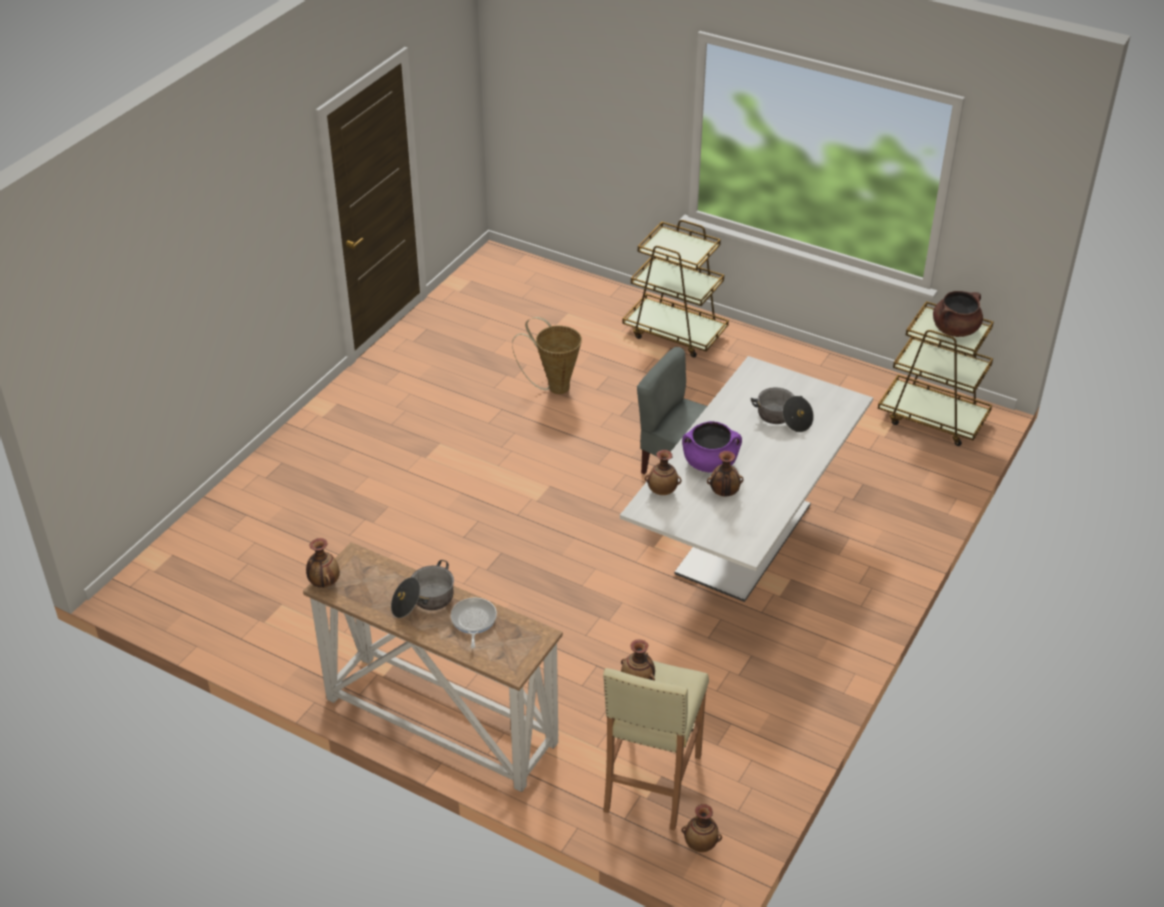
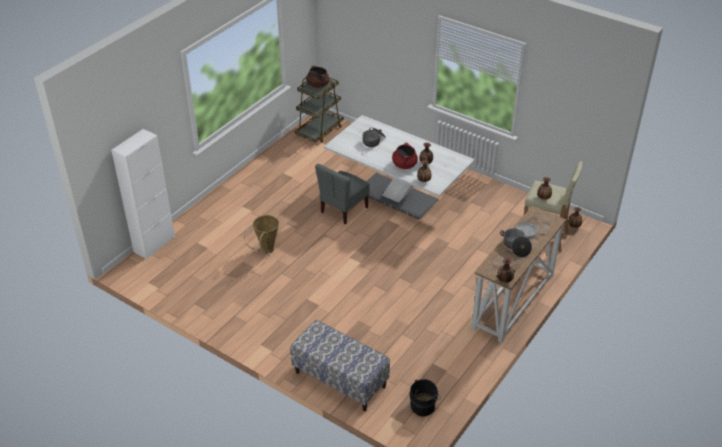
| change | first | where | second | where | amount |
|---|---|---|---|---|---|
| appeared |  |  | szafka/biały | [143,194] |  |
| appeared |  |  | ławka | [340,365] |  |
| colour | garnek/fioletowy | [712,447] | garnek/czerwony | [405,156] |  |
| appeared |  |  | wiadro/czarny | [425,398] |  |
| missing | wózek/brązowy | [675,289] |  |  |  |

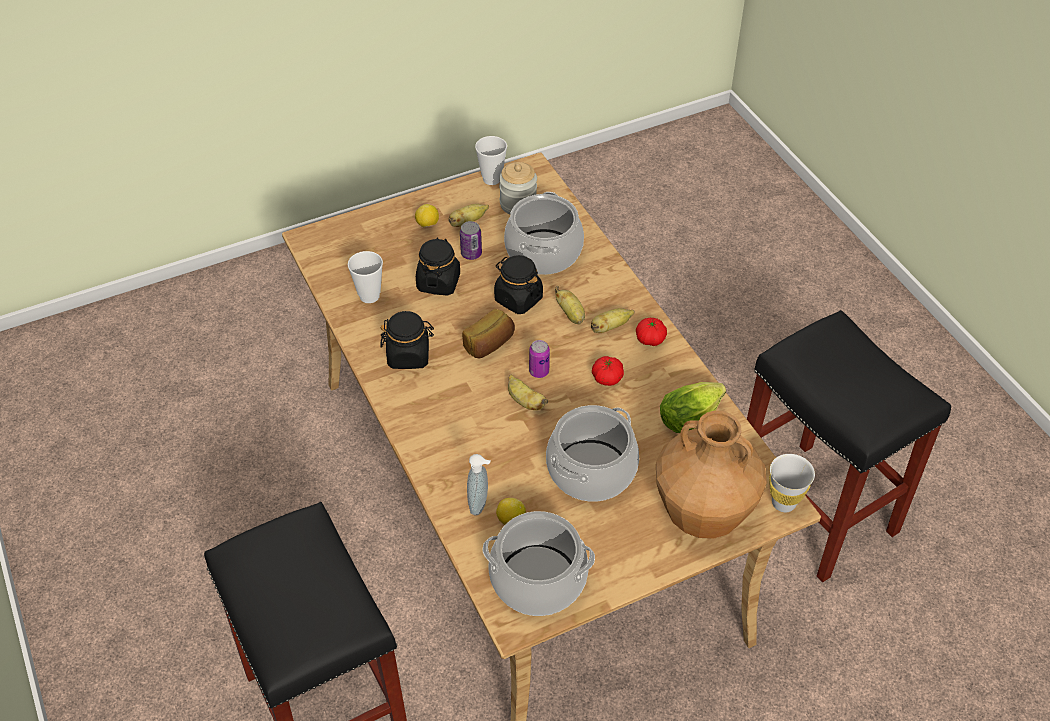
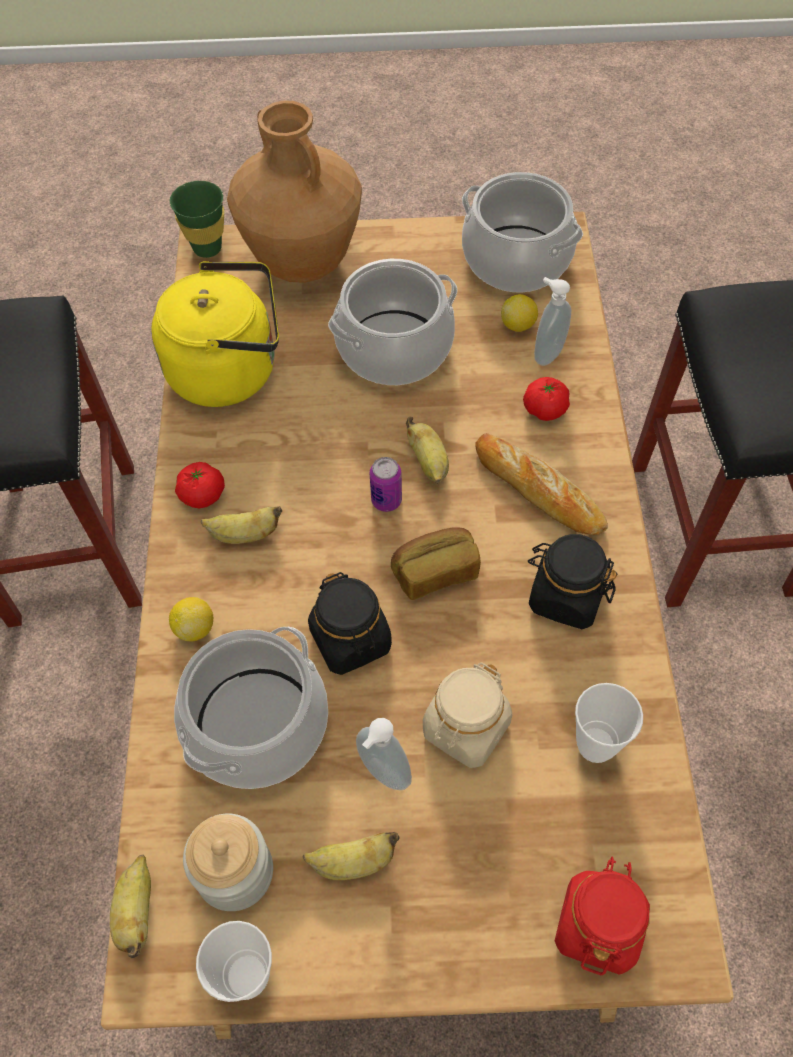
| change | first | where | second | where | amount |
|---|---|---|---|---|---|
| relocated | banan | [570,305] |  | [130,906] |  |
| exchanged | sałata | [693,407] | czajnik/żółty | [215,334] |  |
| relocated | cytryna | [427,215] |  | [191,619] |  |
| colour | filiżanka/biały | [792,483] | filiżanka/zielony | [197,219] |  |
| exchanged | puszka | [471,240] | dozownik mydła | [384,754] |  |
| colour | słoik/czarny | [438,267] | słoik/beżowy | [467,715] |  |
| appeared |  |  | chleb | [541,484] |  |
| relocated | pomidor | [608,371] |  | [546,399] |  |
| appeared |  |  | słoik/czerwony | [602,915] |  |

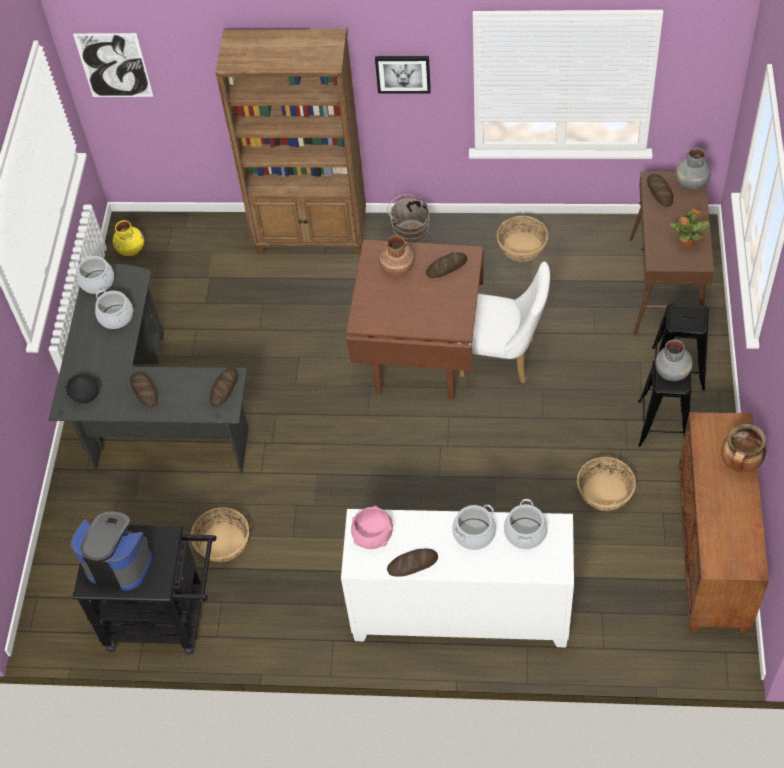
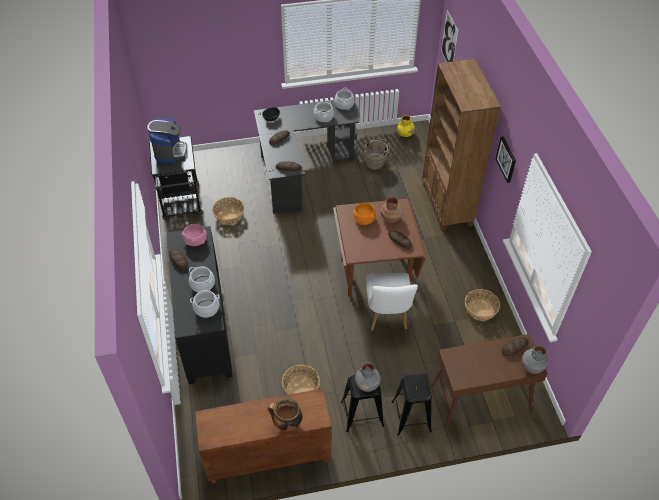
| change | first | where | second | where | amount |
|---|---|---|---|---|---|
| colour | szafka/biały | [457,578] | szafka/czarny | [199,305] |  |
| appeared |  |  | miska/pomarańczowy | [365,214] |  |
| relocated | wiadro/brązowy | [408,218] |  | [377,154] |  |
| missing | roślina doniczkowa | [689,227] |  |  |  |

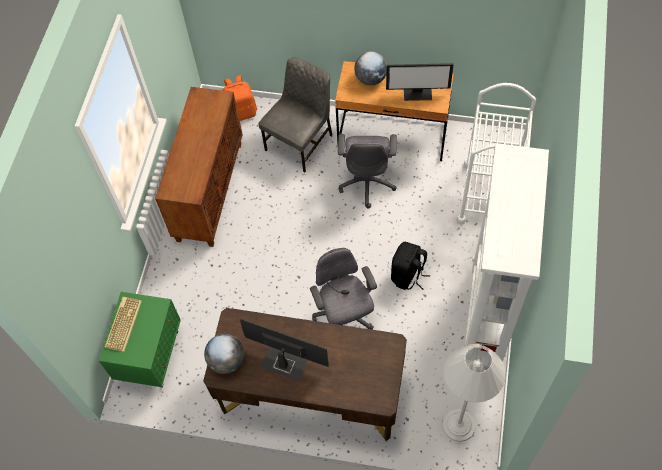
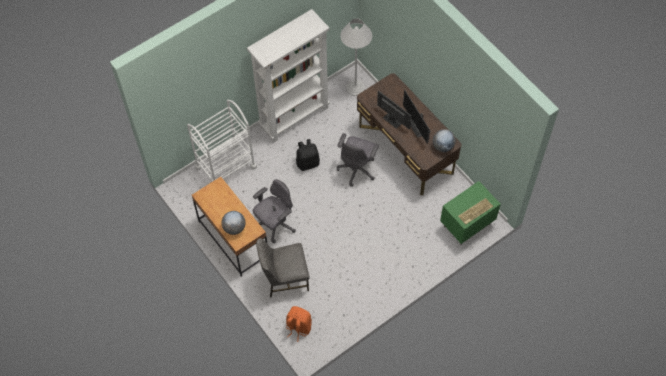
| change | first | where | second | where | amount |
|---|---|---|---|---|---|
| relocated | monitor | [420,82] |  | [394,110] |  |
| missing | szafka/brązowy | [199,167] |  |  |  |

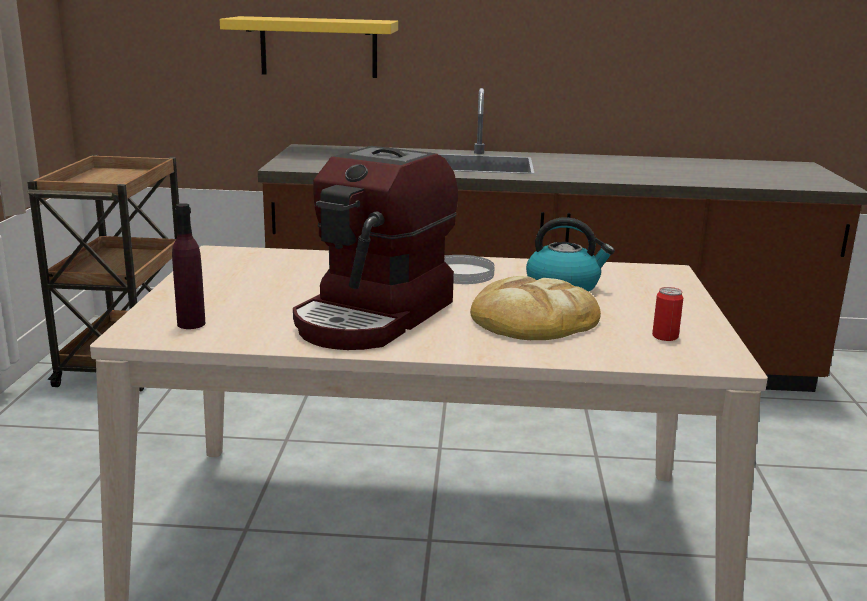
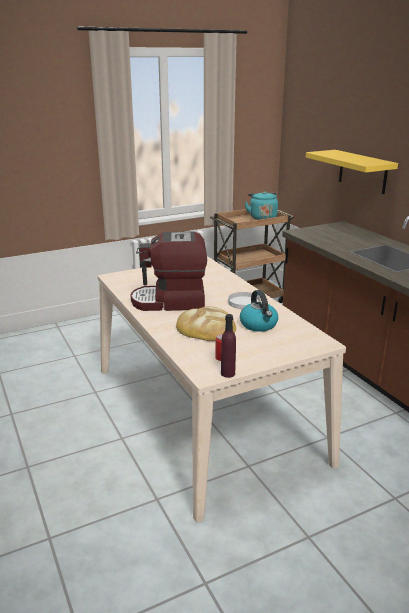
| change | first | where | second | where | amount |
|---|---|---|---|---|---|
| relocated | butelka/fioletowy | [188,266] |  | [228,346] |  |
| appeared |  |  | czajnik/turkusowy | [261,205] |  |

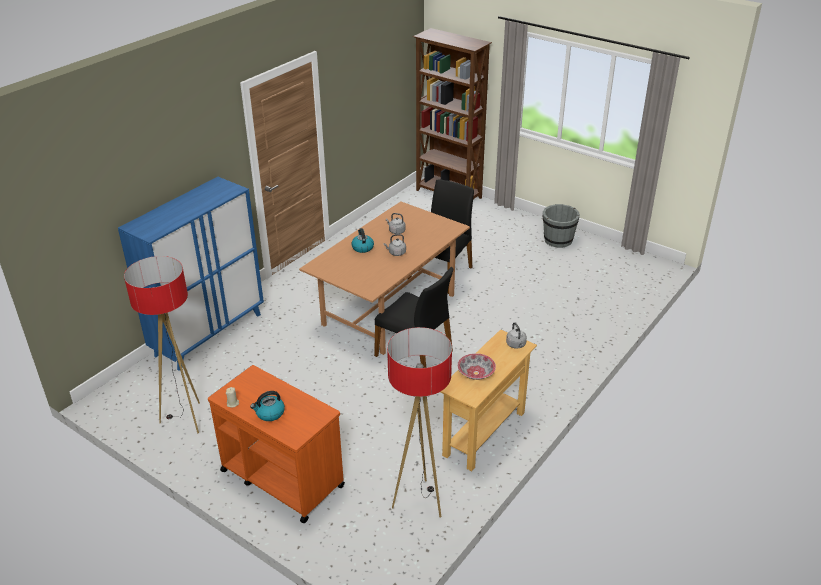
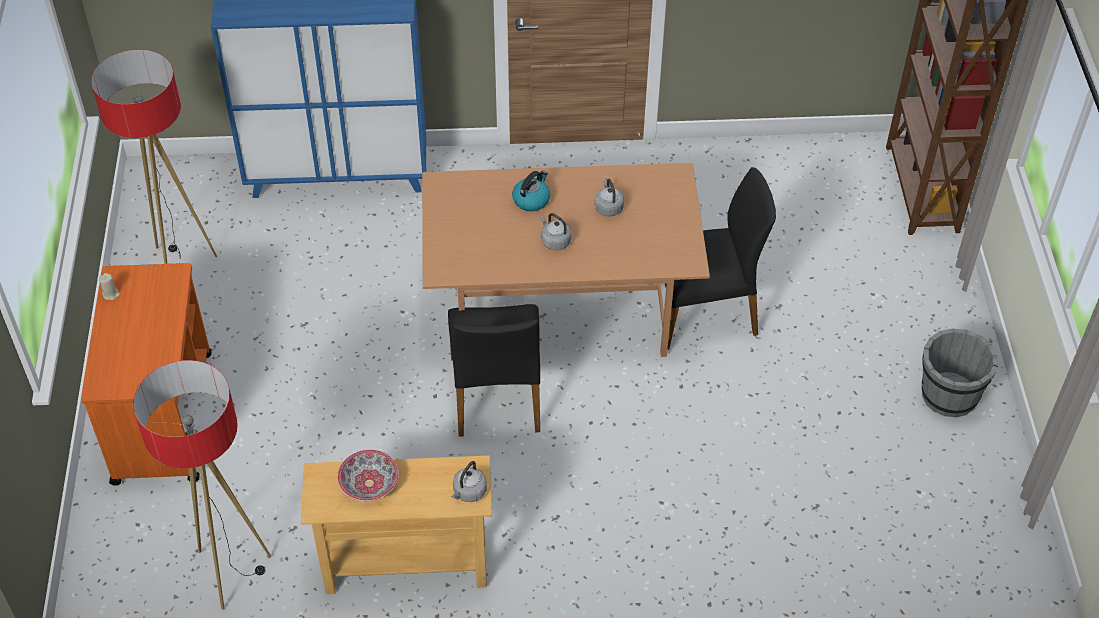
| change | first | where | second | where | amount |
|---|---|---|---|---|---|
| missing | czajnik | [267,406] |  |  |  |

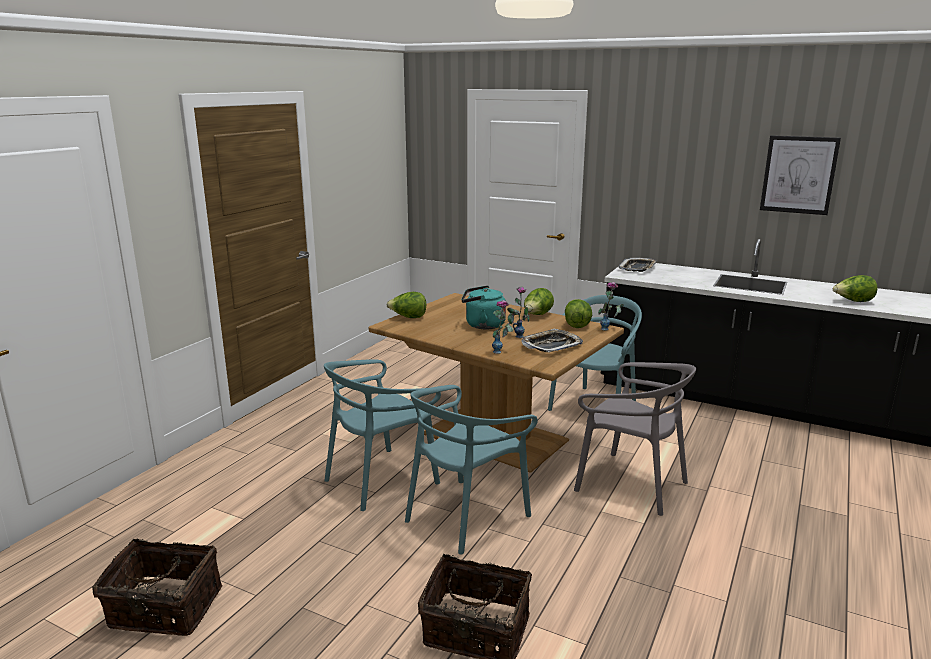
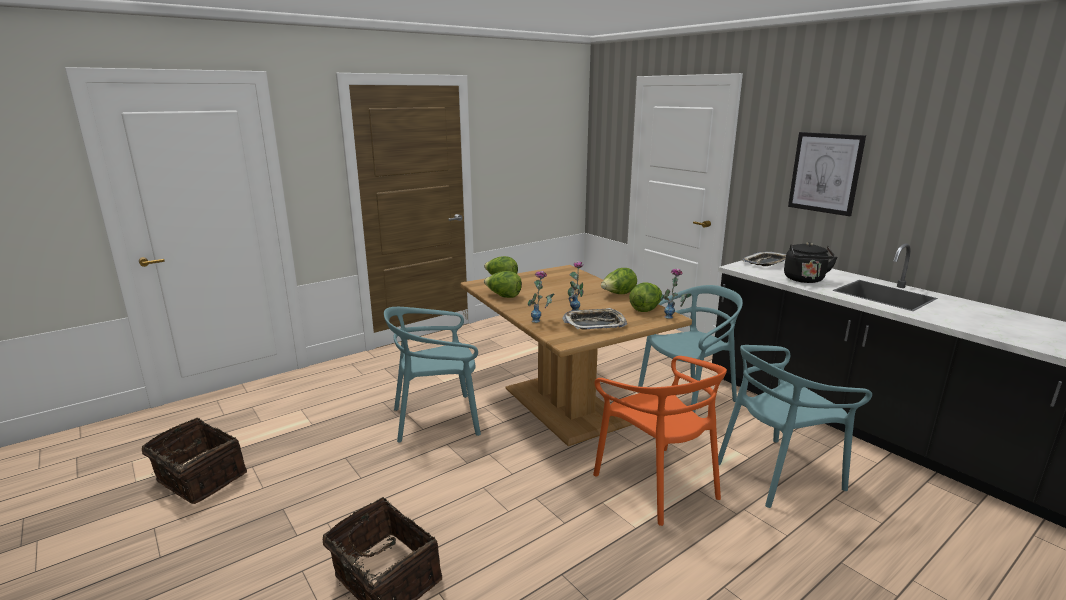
| change | first | where | second | where | amount |
|---|---|---|---|---|---|
| relocated | sałata | [855,288] |  | [503,284] |  |
| colour | krzesło/szary | [635,439] | krzesło/pomarańczowy | [660,441] |  |
| relocated | krzesło/turkusowy | [471,469] |  | [795,426] |  |
| appeared |  |  | czajnik/czarny | [811,262] |  |
| relocated | obraz | [800,175] |  | [827,174] |  |
| missing | czajnik/turkusowy | [483,307] |  |  |  |

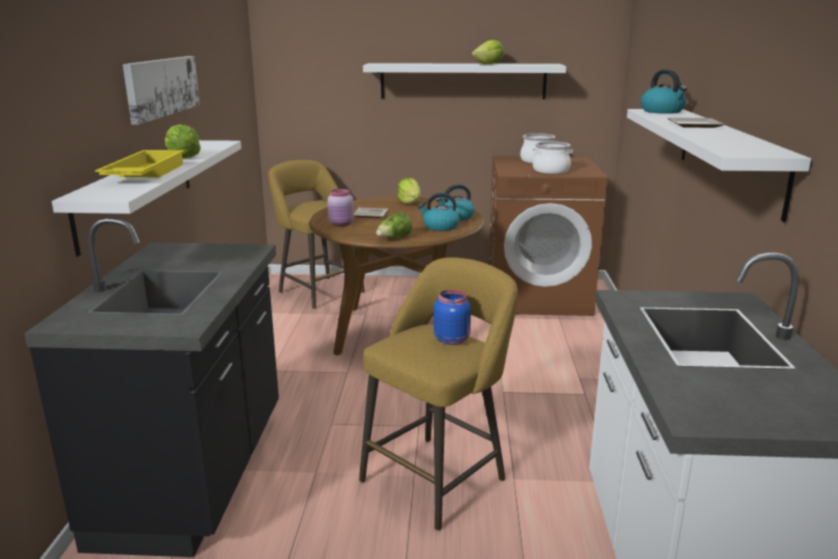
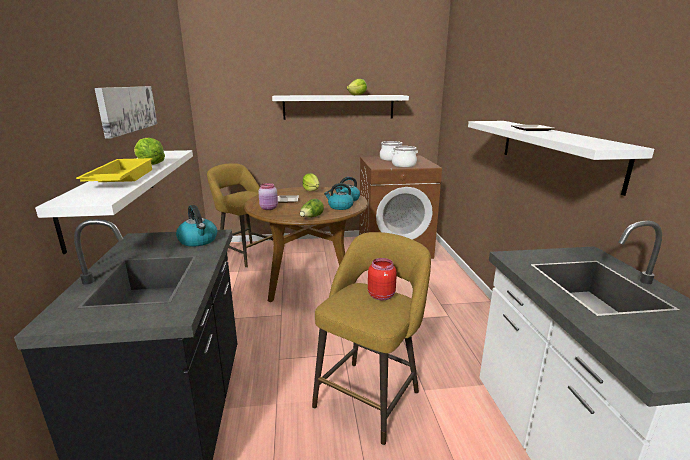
| change | first | where | second | where | amount |
|---|---|---|---|---|---|
| relocated | czajnik | [664,91] |  | [196,226] |  |
| colour | słoik/niebieski | [452,317] | słoik/czerwony | [382,279] |  |

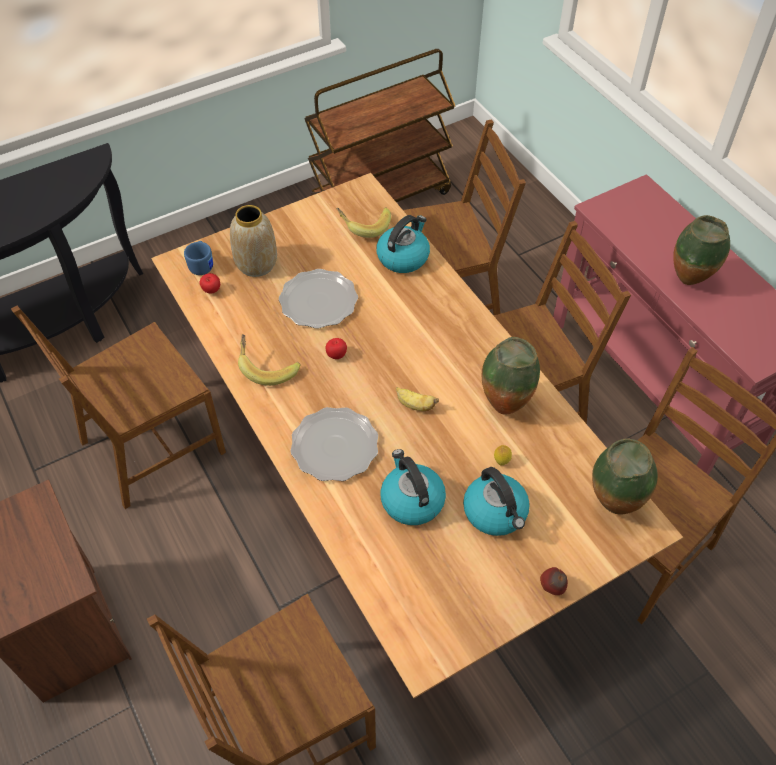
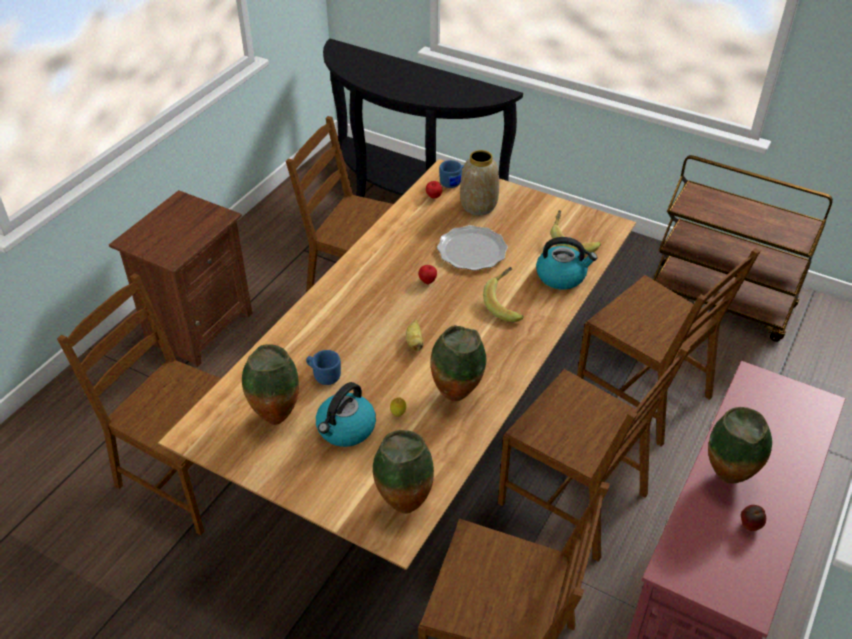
| change | first | where | second | where | amount |
|---|---|---|---|---|---|
| appeared |  |  | wazon | [270,384] |  |
| exchanged | czajnik | [413,487] | kubek/niebieski | [323,367] |  |
| relocated | banan | [269,360] |  | [503,294] |  |
| relocated | jabłko | [554,581] |  | [753,518] |  |
| missing | talerz | [334,444] |  |  |  |

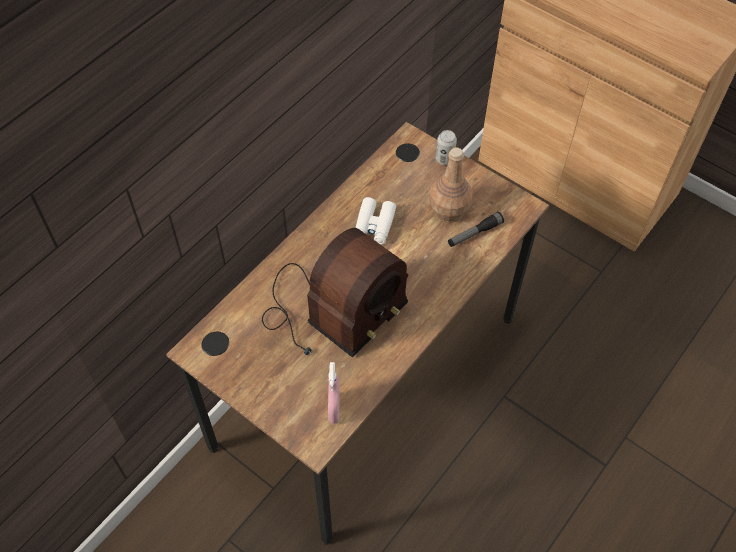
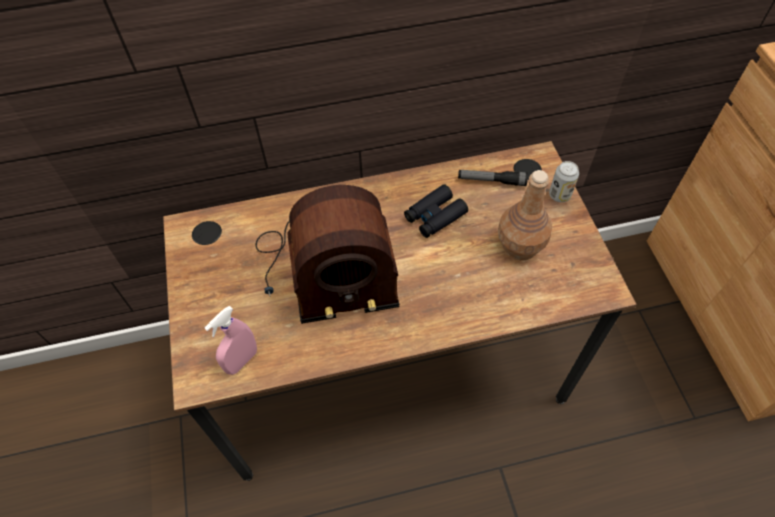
| change | first | where | second | where | amount |
|---|---|---|---|---|---|
| colour | lornetka/biały | [376,220] | lornetka/czarny | [436,211] |  |
| relocated | latarka | [476,229] |  | [493,178] |  |

